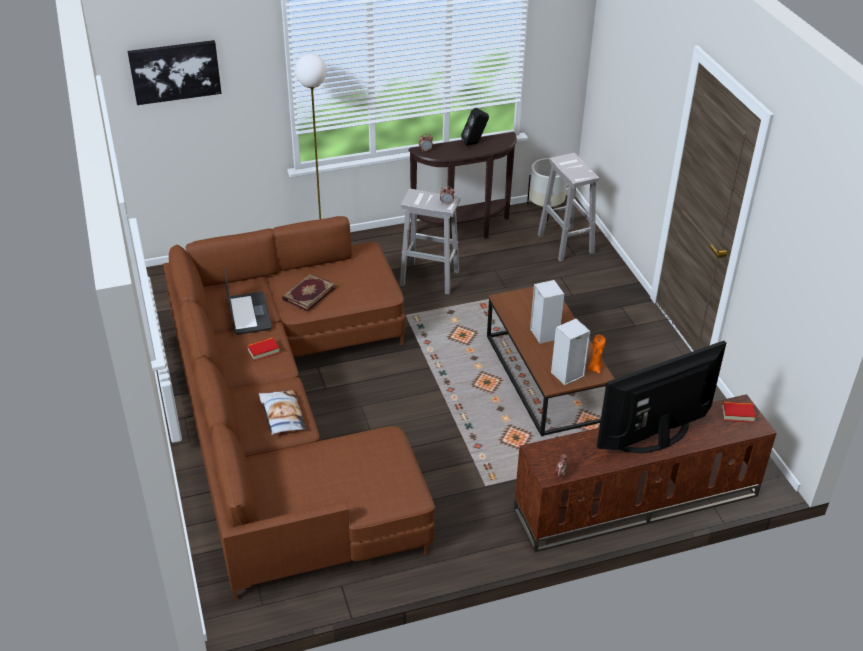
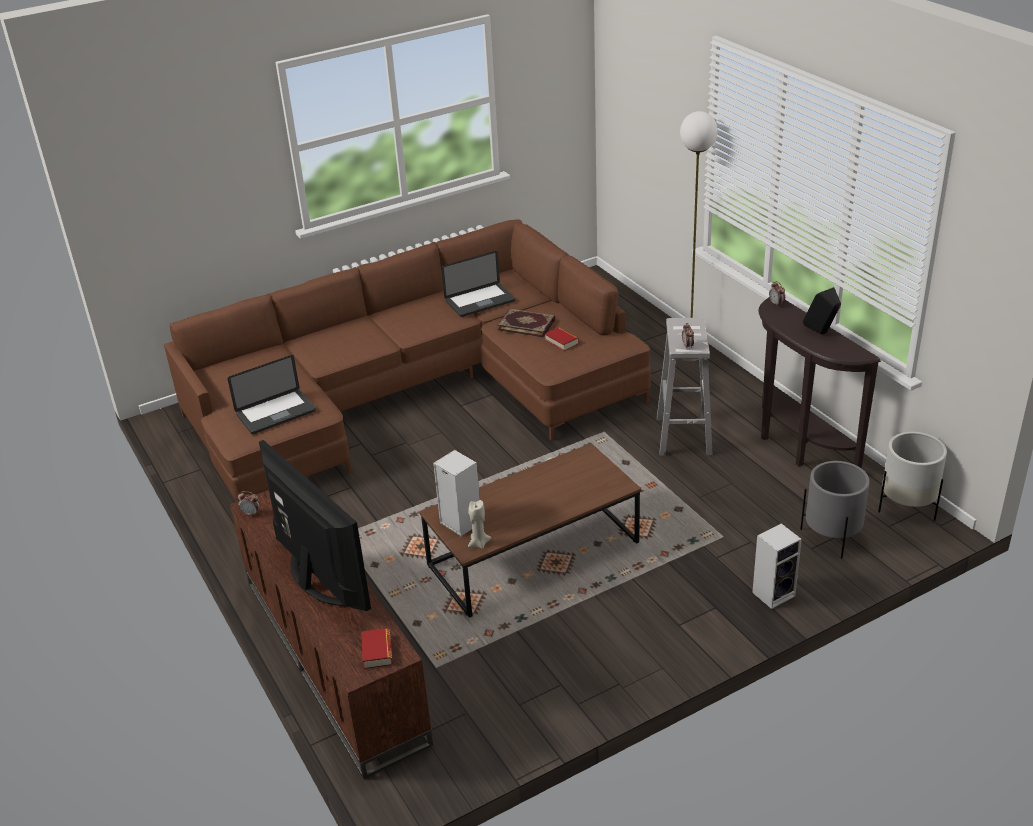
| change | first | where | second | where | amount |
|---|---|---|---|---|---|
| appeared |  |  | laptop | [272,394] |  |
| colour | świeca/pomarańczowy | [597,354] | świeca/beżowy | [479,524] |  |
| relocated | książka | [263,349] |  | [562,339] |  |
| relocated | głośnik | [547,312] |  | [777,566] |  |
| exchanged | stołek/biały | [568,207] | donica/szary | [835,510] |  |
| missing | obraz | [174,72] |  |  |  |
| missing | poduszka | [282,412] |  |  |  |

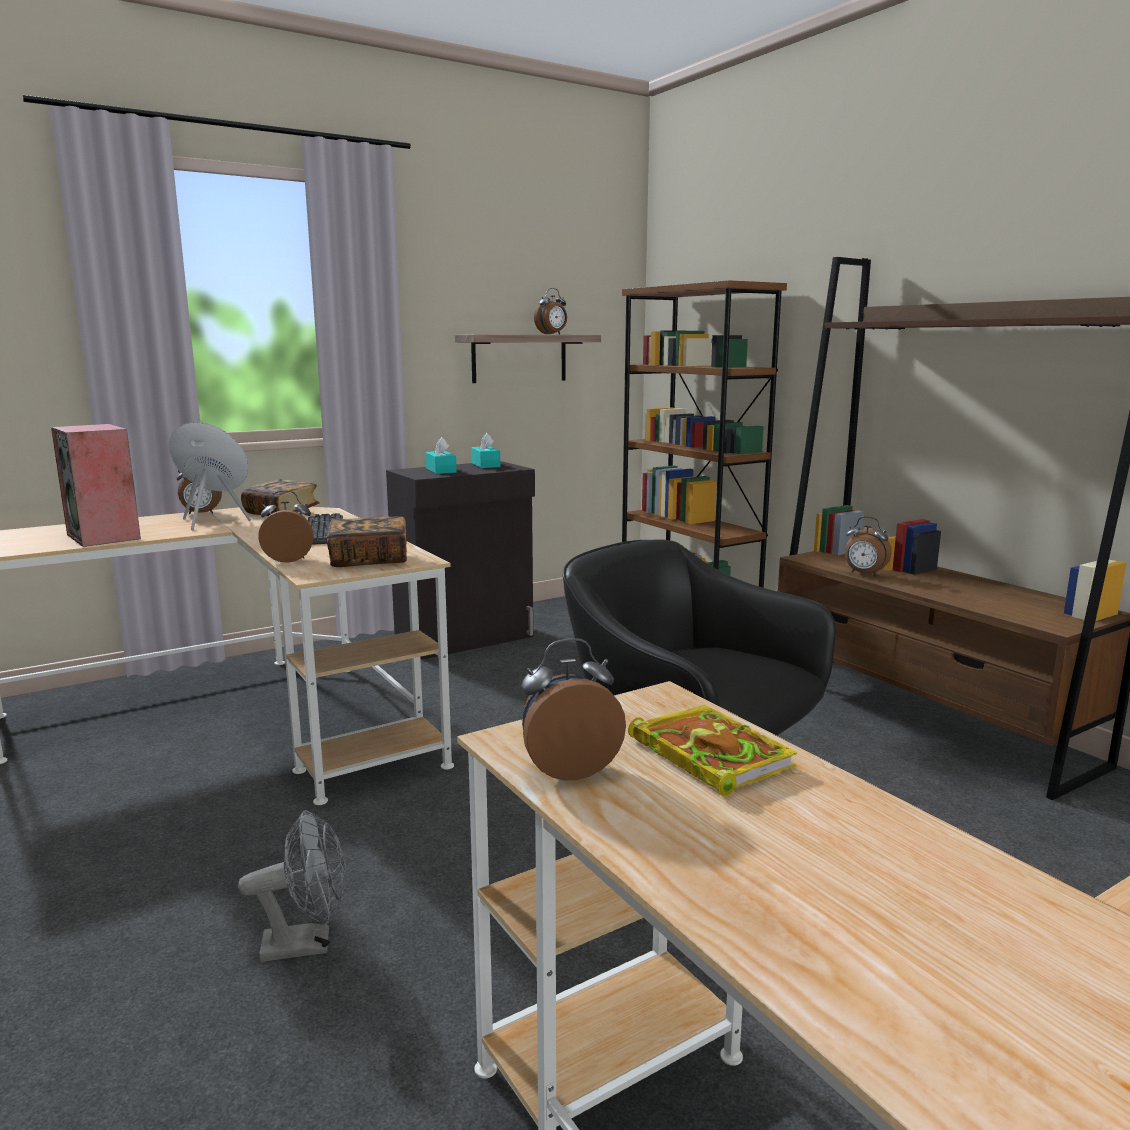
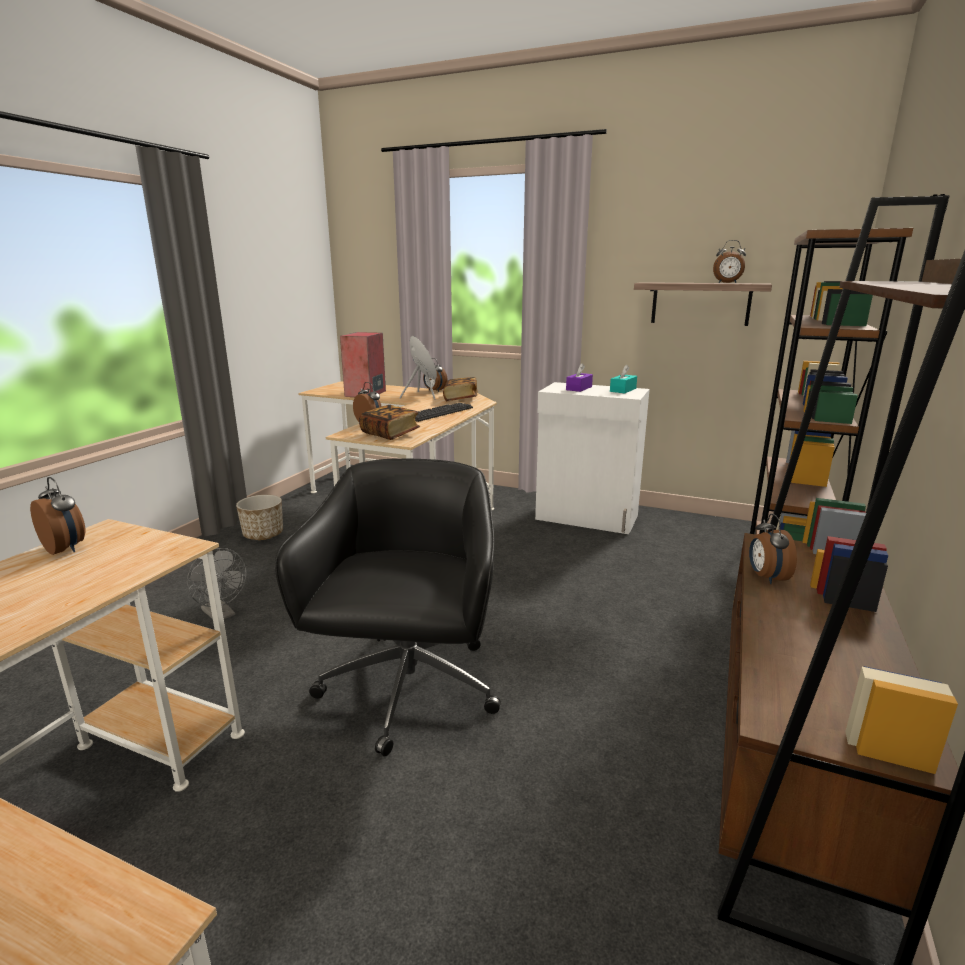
| change | first | where | second | where | amount |
|---|---|---|---|---|---|
| appeared |  |  | donica | [259,517] |  |
| colour | szafka/czarny | [460,560] | szafka/biały | [592,458] |  |
| colour | pudełko chusteczek/turkusowy | [441,455] | pudełko chusteczek/fioletowy | [579,377] |  |
| missing | książka | [712,750] |  |  |  |

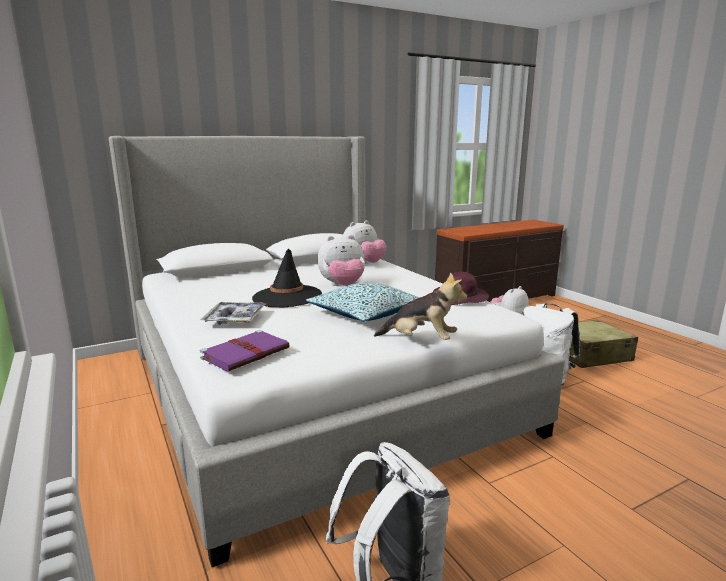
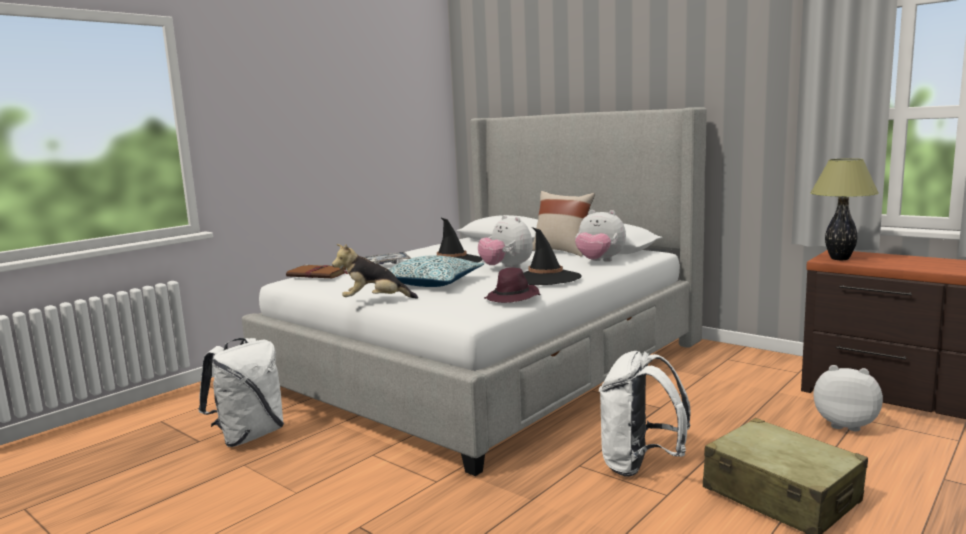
| change | first | where | second | where | amount |
|---|---|---|---|---|---|
| colour | książka/fioletowy | [245,350] | książka/brązowy | [317,271] |  |
| spun | pluszak | [421,306] |  | [375,271] | 90 degrees clockwise |
| appeared |  |  | kapelusz/czarny | [552,256] |  |
| appeared |  |  | poduszka/beżowy | [563,224] |  |
| appeared |  |  | lampa stołowa | [844,209] |  |

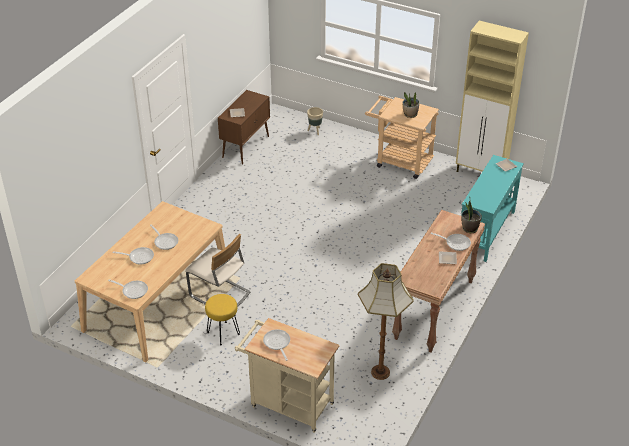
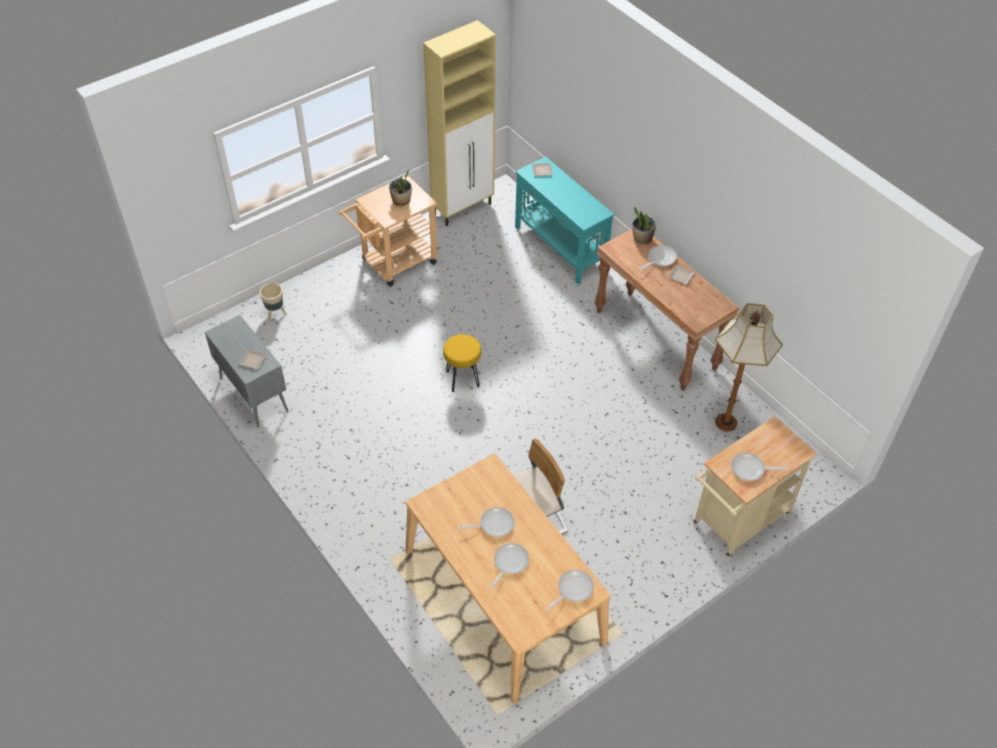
| change | first | where | second | where | amount |
|---|---|---|---|---|---|
| colour | szafka/brązowy | [244,127] | szafka/szary | [247,371] |  |
| relocated | stołek/żółty | [222,320] |  | [462,363] |  |

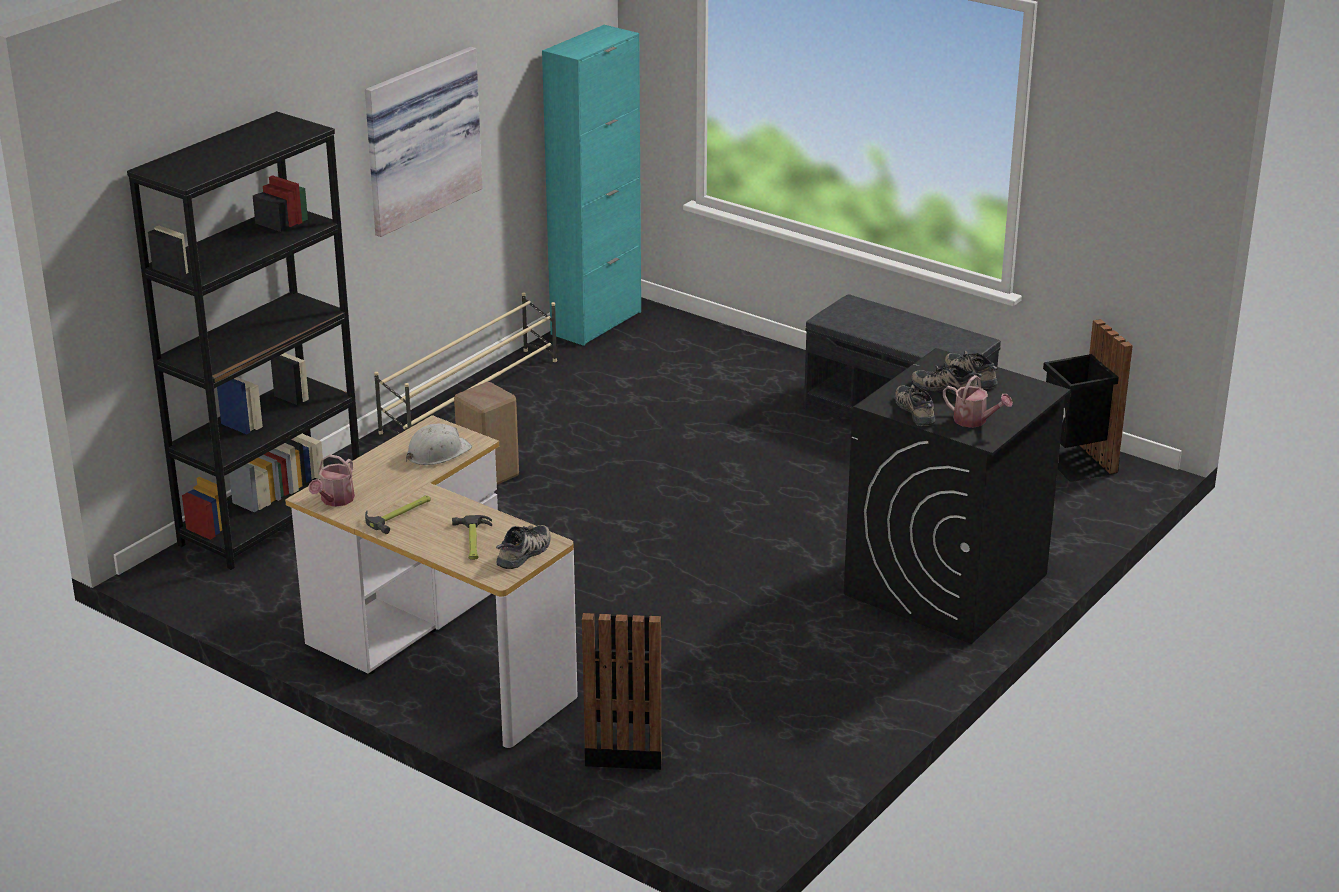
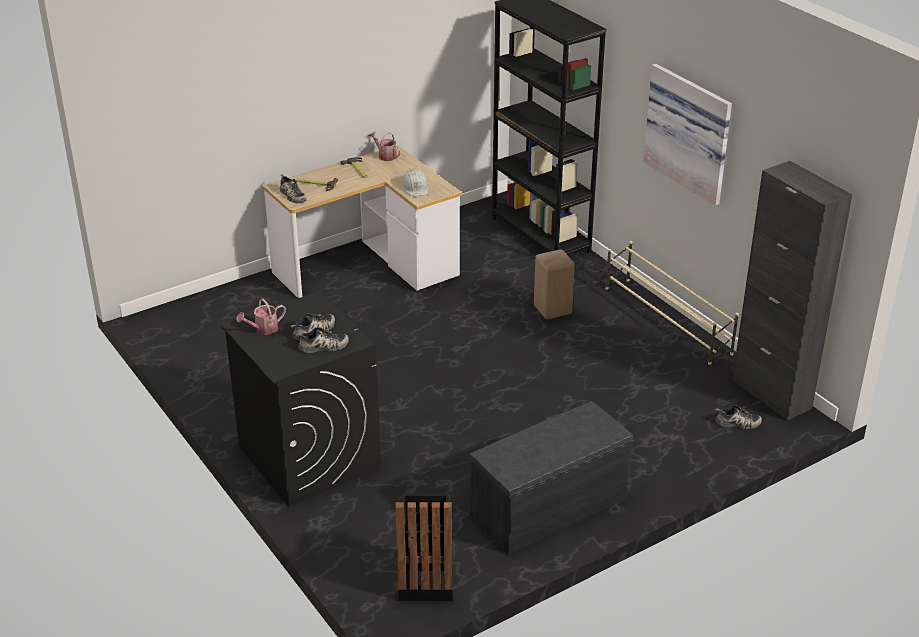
| change | first | where | second | where | amount |
|---|---|---|---|---|---|
| relocated | but | [915,405] |  | [738,417] |  |
| colour | szafka/turkusowy | [591,185] | szafka/czarny | [792,291] |  |
| missing | kosz na śmieci/czarny | [624,691] |  |  |  |

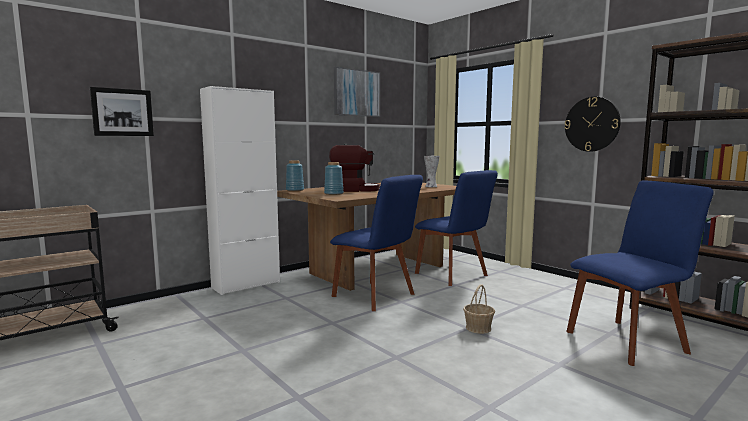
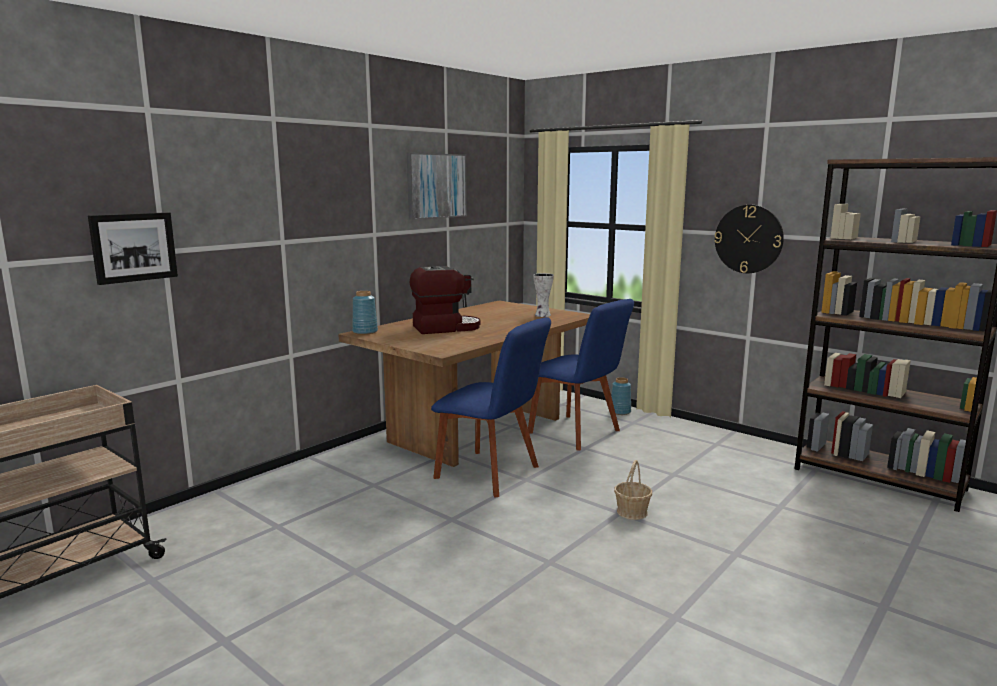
| change | first | where | second | where | amount |
|---|---|---|---|---|---|
| relocated | wazon/niebieski | [334,178] |  | [621,396] |  |
| missing | szafka/biały | [240,190] |  |  |  |
| missing | krzesło/niebieski | [640,273] |  |  |  |

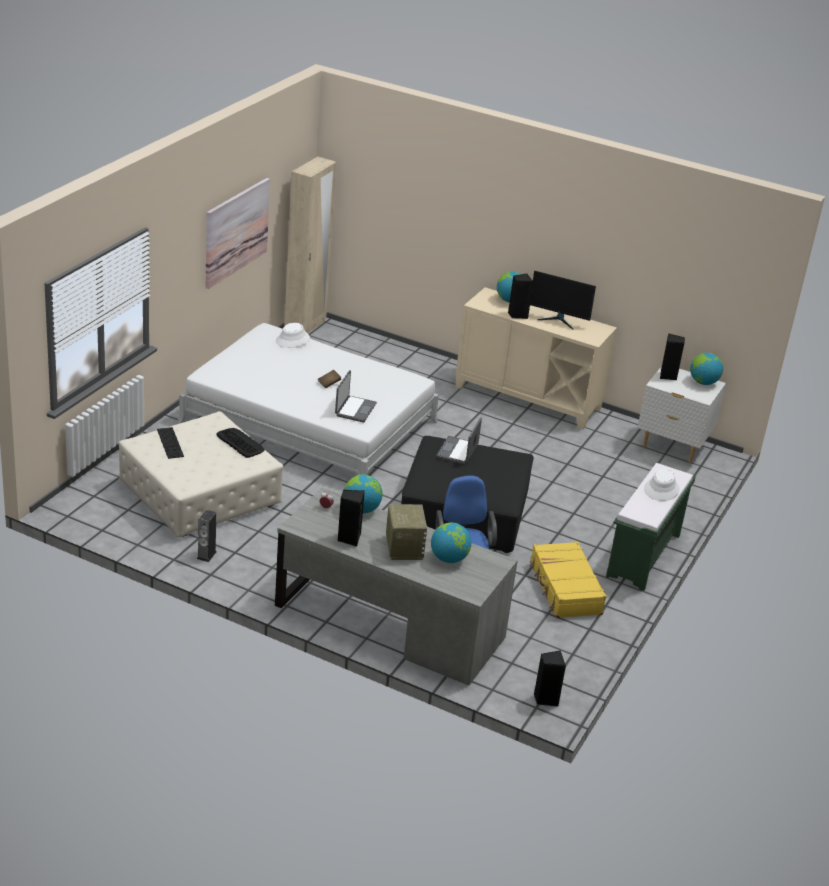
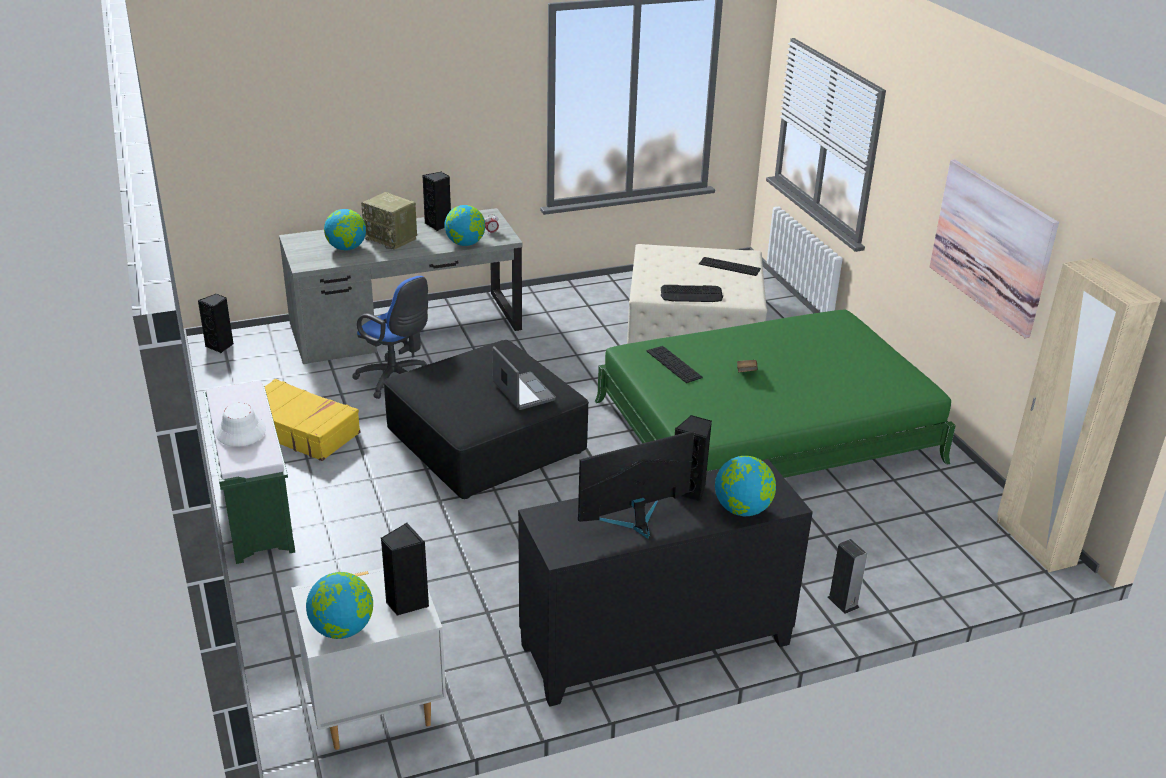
| change | first | where | second | where | amount |
|---|---|---|---|---|---|
| colour | szafka/beżowy | [536,358] | szafka/czarny | [665,583] |  |
| colour | łóżko/biały | [308,399] | łóżko/zielony | [775,394] |  |
| exchanged | laptop | [356,396] | klawiatura | [675,364] |  |
| relocated | głośnik | [207,536] |  | [847,576] |  |
| missing | kapelusz/biały | [293,335] |  |  |  |

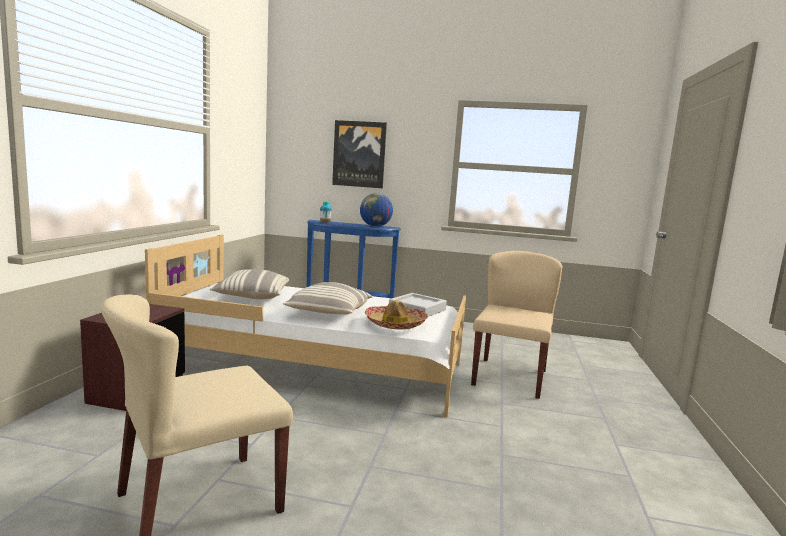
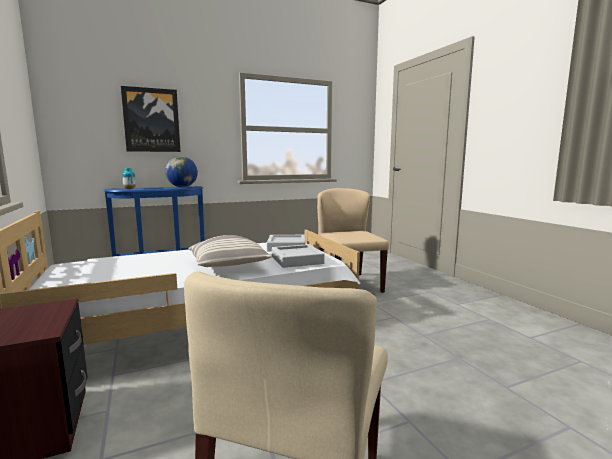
| change | first | where | second | where | amount |
|---|---|---|---|---|---|
| exchanged | kapelusz | [396,315] | taca/szary | [298,256] |  |
| missing | poduszka | [249,284] |  |  |  |

